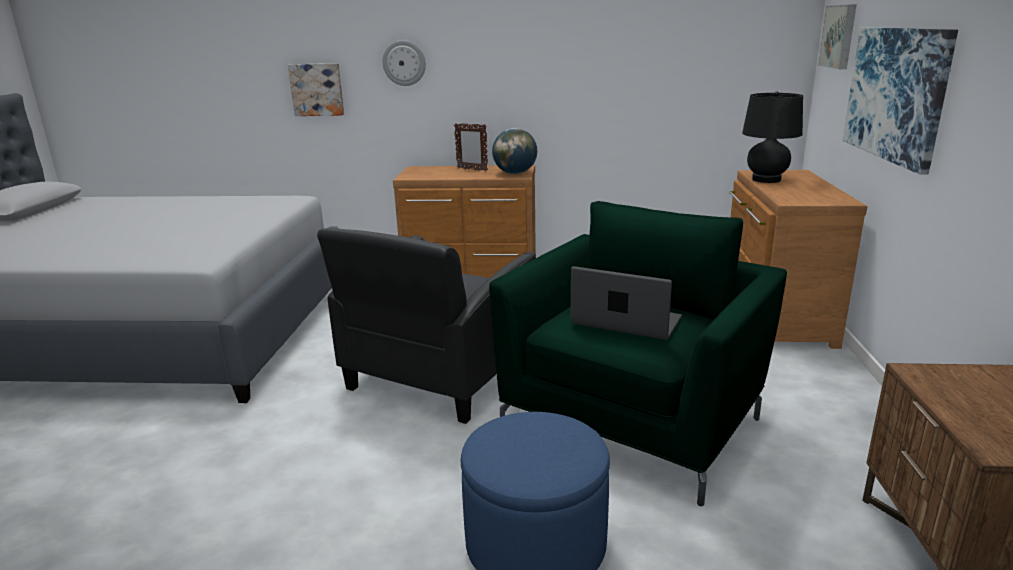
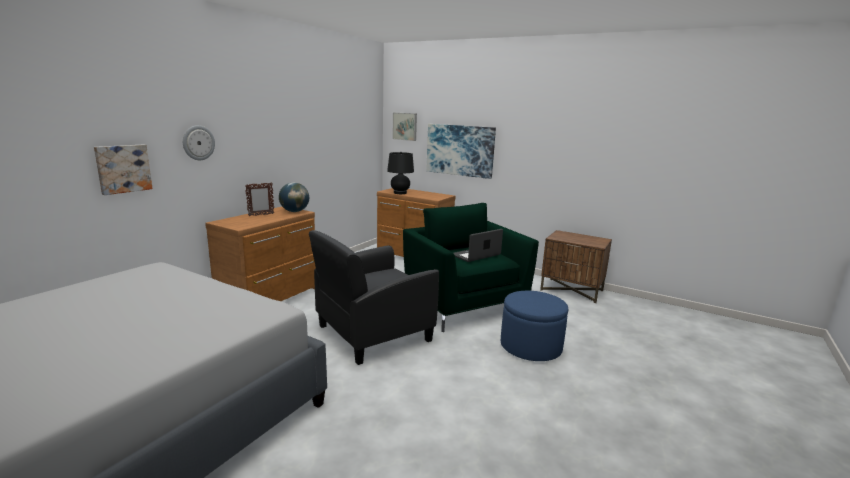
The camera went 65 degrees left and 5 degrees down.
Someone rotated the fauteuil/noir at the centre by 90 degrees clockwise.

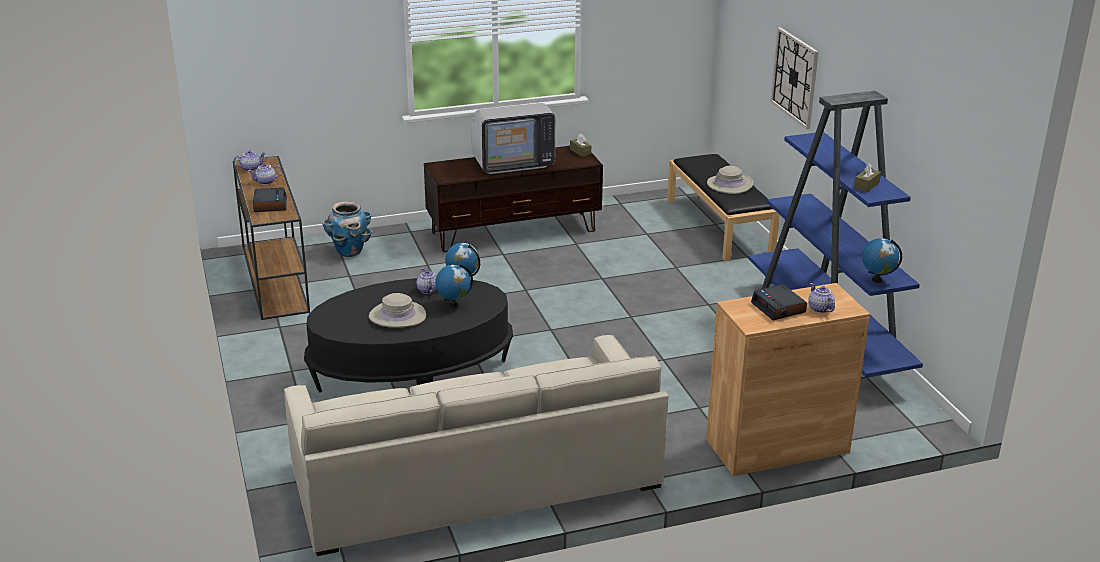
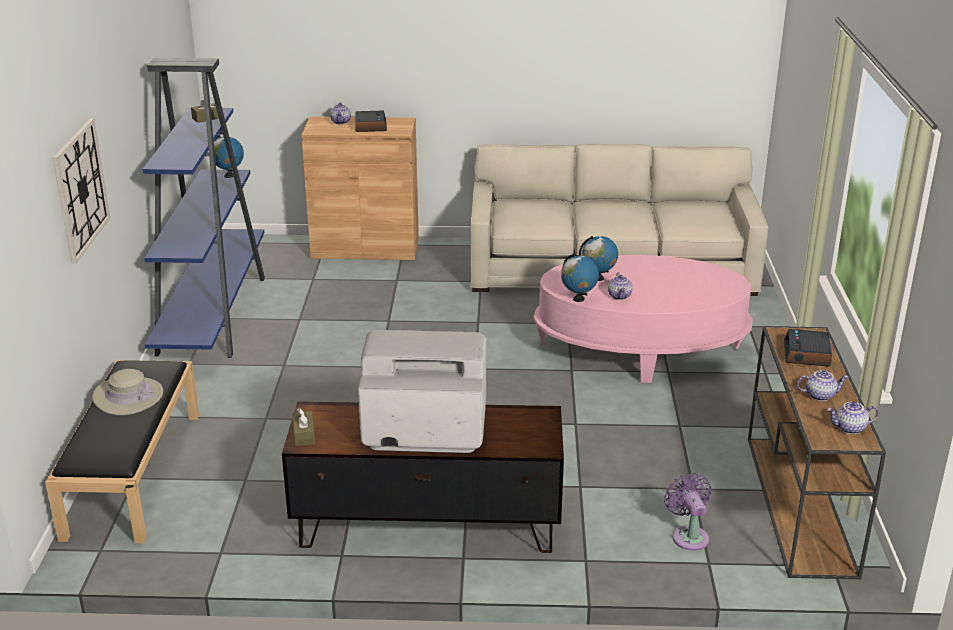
The camera went 160 degrees left and 0 degrees up.
Someone repainted the table basse/noir at the centre, which became the table basse/rose at the middle right.
Someone swapped the cache-pot at the middle left for the ventilateur/violet at the bottom right.
Someone took away the chapeau/beige (1st from left) at the centre.

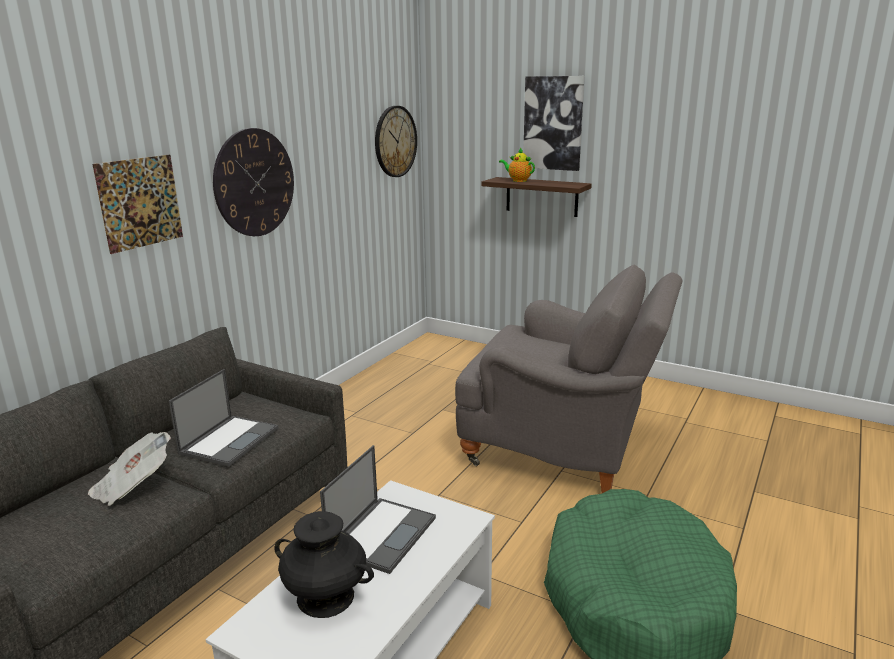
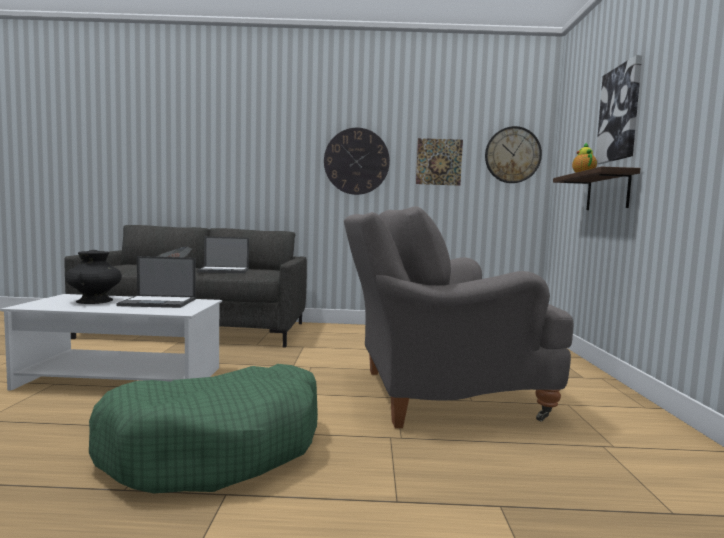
The camera went 60 degrees right and 15 degrees down.
Someone carried the tableau (1st from left) from the top left to the top centre.
Someone rotated the fauteuil/gris at the centre by 90 degrees clockwise.

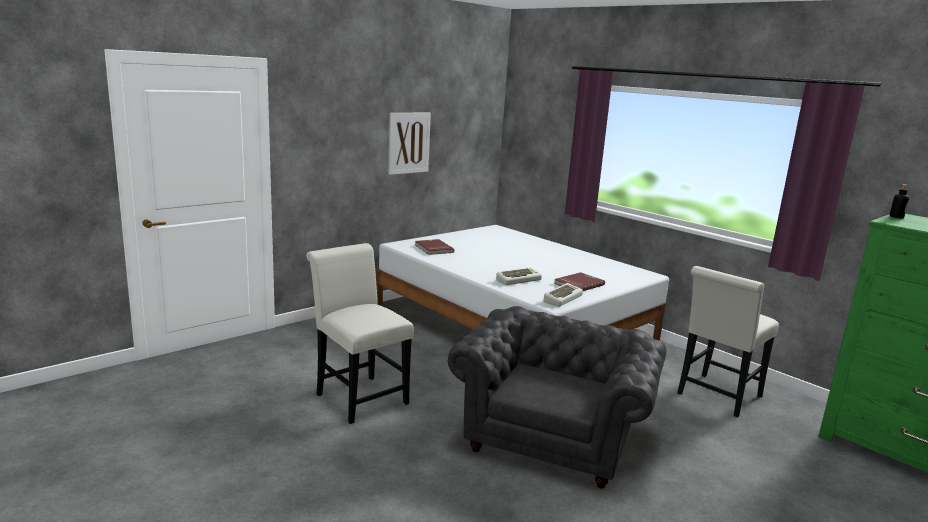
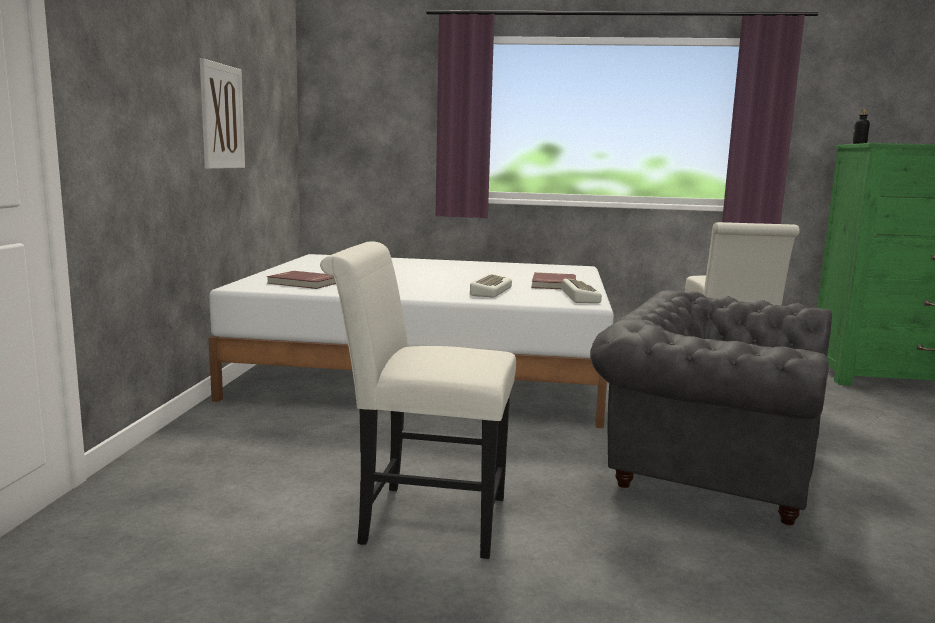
The camera went 40 degrees left and 5 degrees down.
Someone rotated the fauteuil/gris at the bottom centre by 45 degrees counterclockwise.

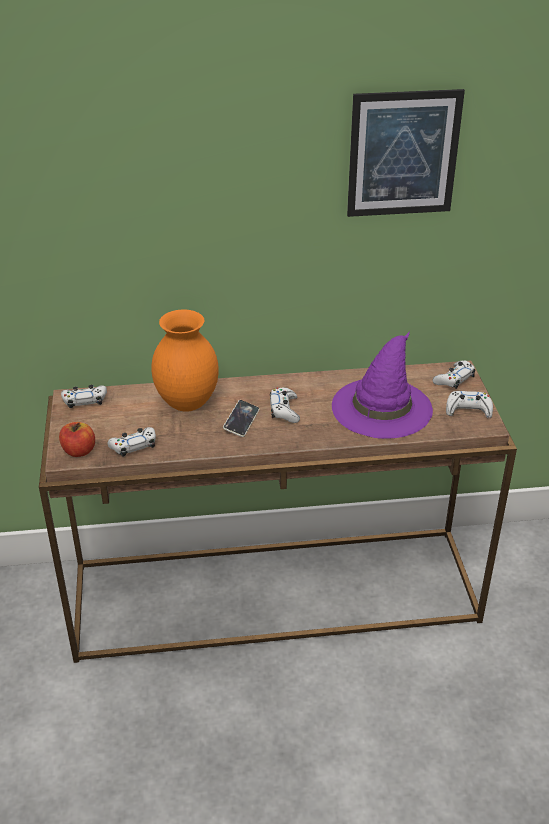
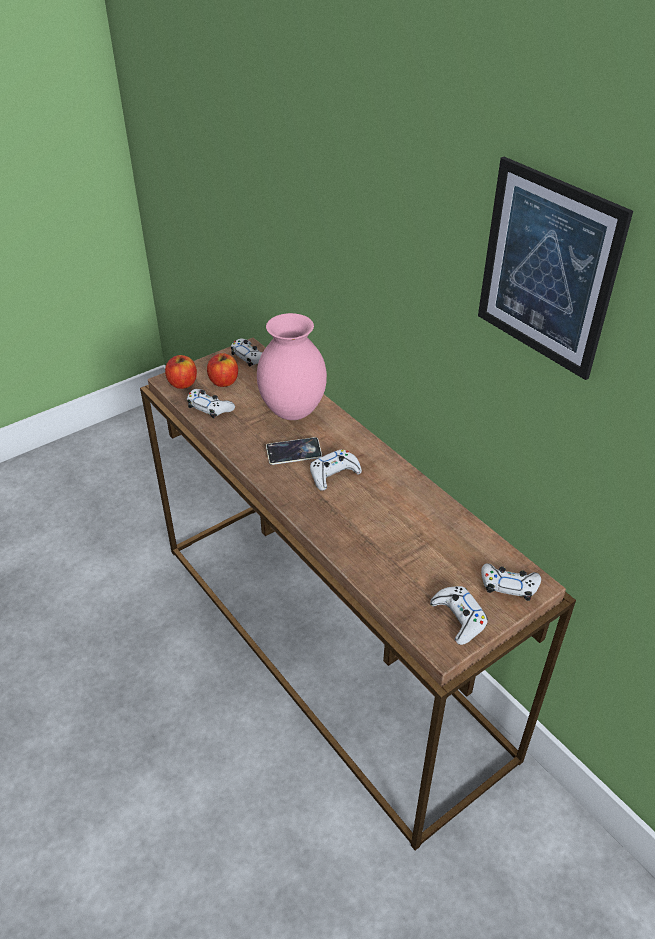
The camera went 60 degrees right and 5 degrees up.
Someone repainted the vase/orange at the centre, which became the vase/rose at the centre.
Someone took away the chapeau/violet at the middle right.
Someone put down the pomme (2nd from left) at the centre.

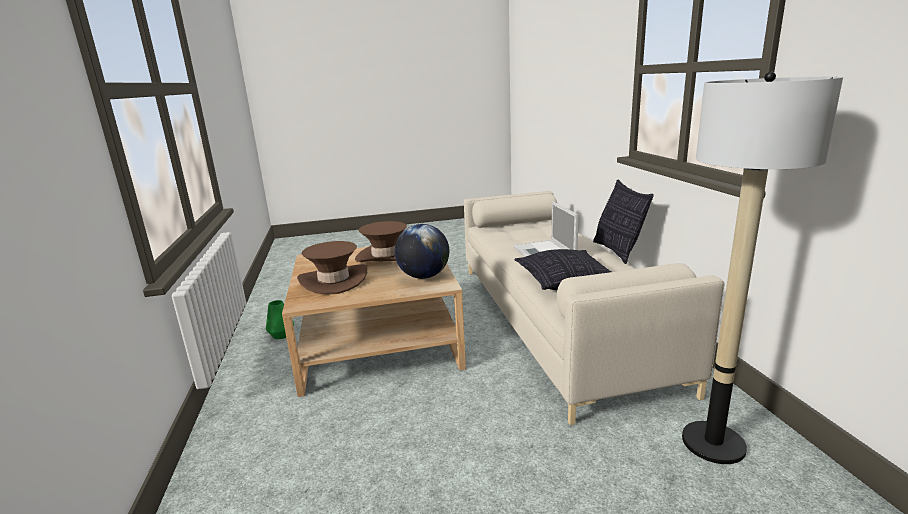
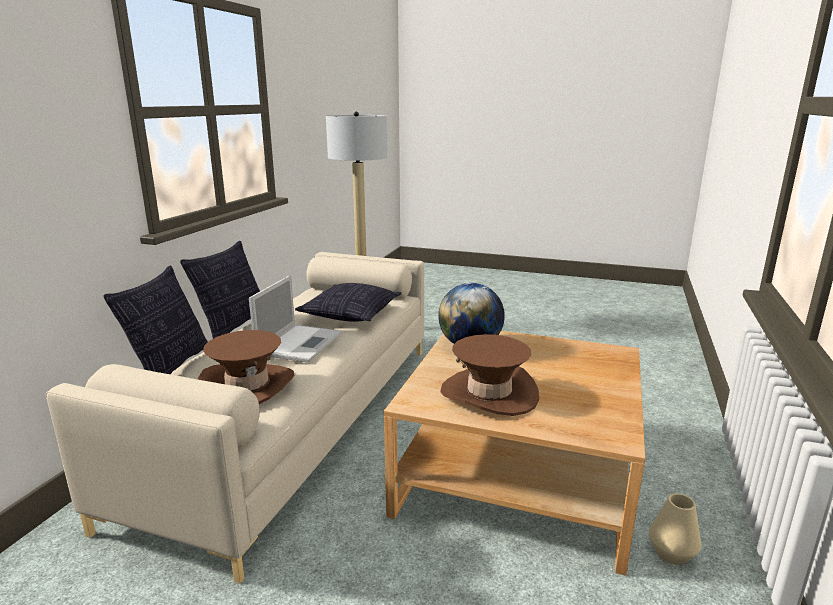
The camera went 150 degrees left and 0 degrees up.
Someone repainted the vase/vert at the middle left, which became the vase/beige at the bottom right.
Someone carried the chapeau/marron (1st from left) from the centre to the middle left.
Someone put down the coussin (1st from left) at the middle left.

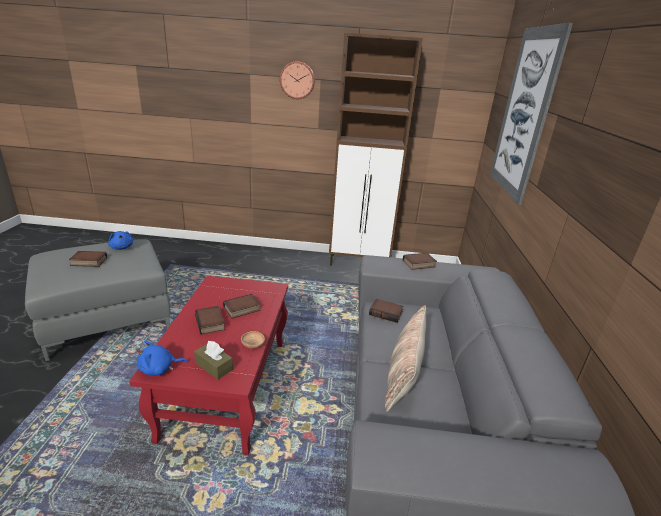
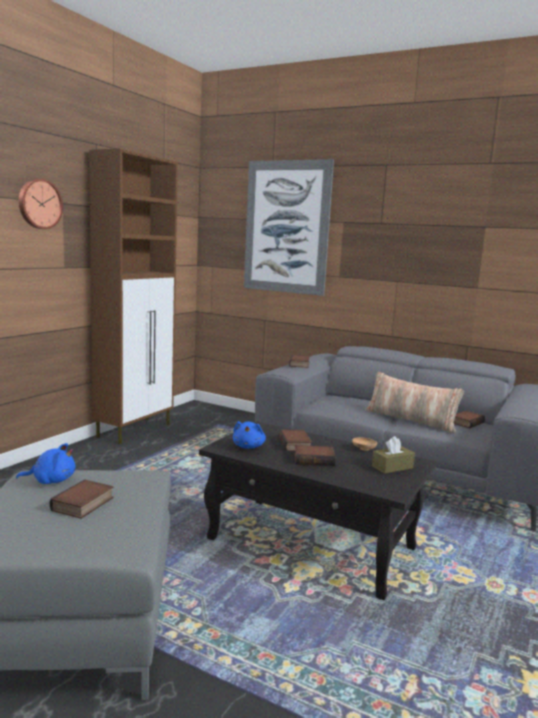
The camera went 65 degrees left and 15 degrees down.
Someone repainted the table basse/rouge at the bottom left, which became the table basse/noir at the bottom centre.
Someone carried the peluche/bleu (2nd from left) from the bottom left to the centre.
Someone carried the livre (4th from left in the first image) from the centre to the middle right.

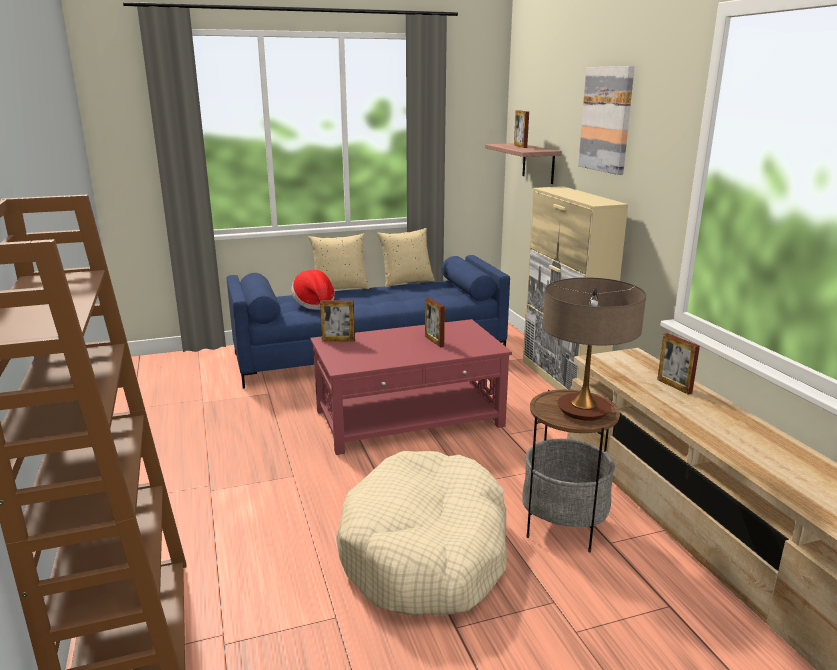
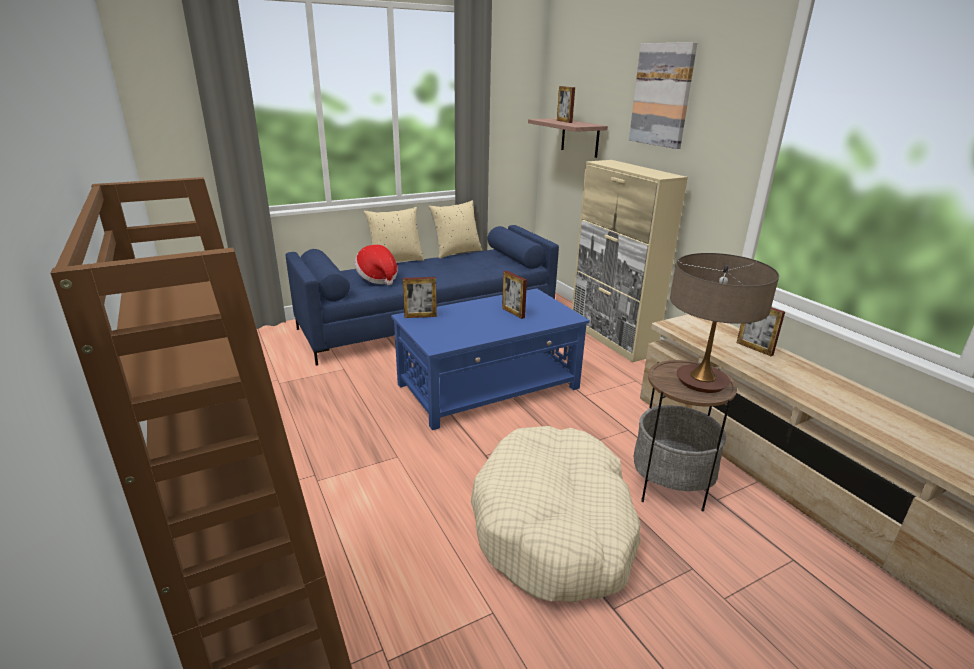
The camera went 10 degrees left and 5 degrees up.
Someone repainted the table basse/rouge at the centre, which became the table basse/bleu at the centre.

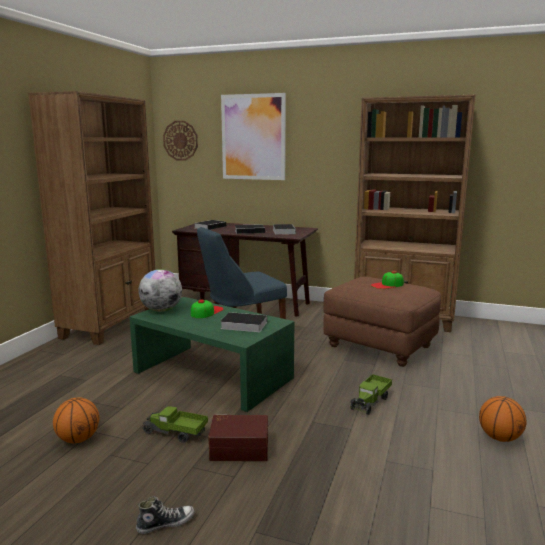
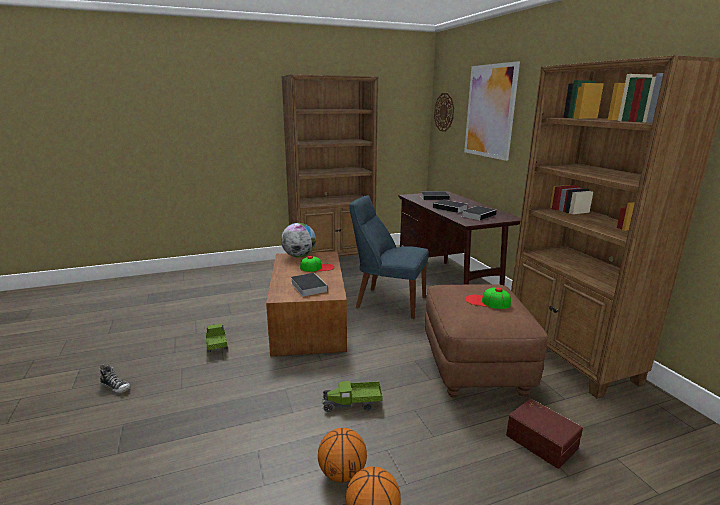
The camera went 50 degrees right and 5 degrees up.
Someone carried the ballon de basket (1st from left) from the bottom left to the bottom centre.
Someone repainted the table basse/vert at the centre, which became the table basse/marron at the centre.
Someone carried the boîte de rangement/marron from the bottom centre to the bottom right.

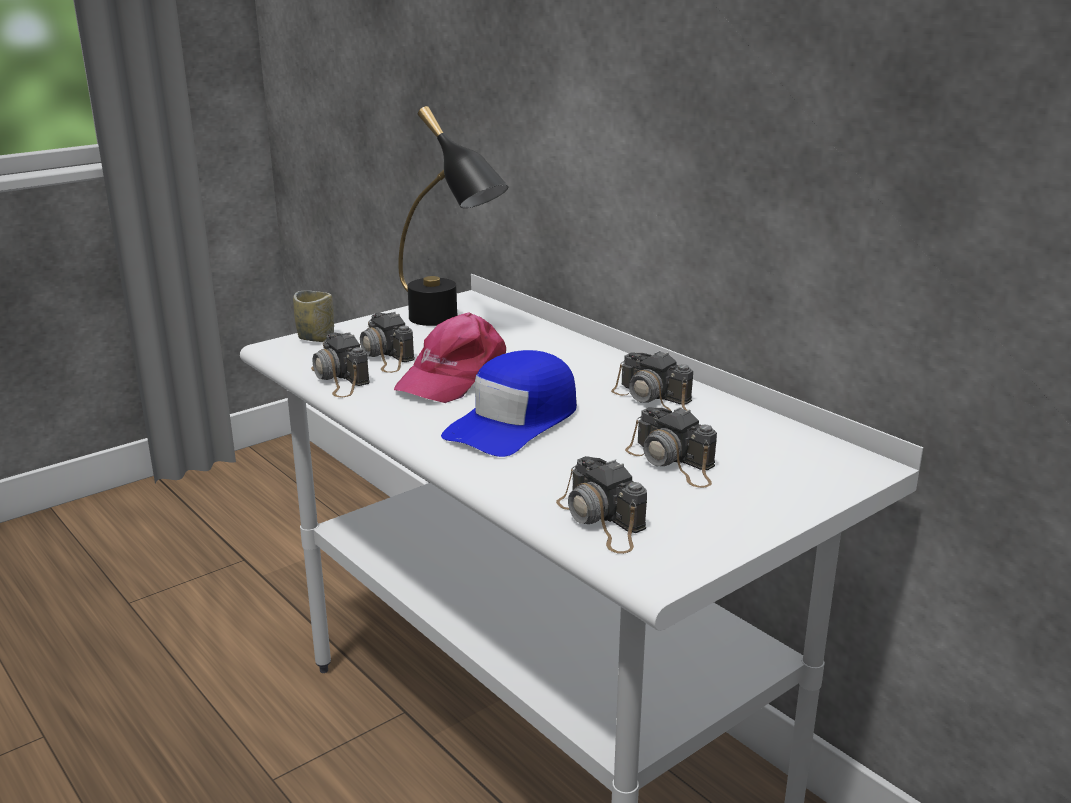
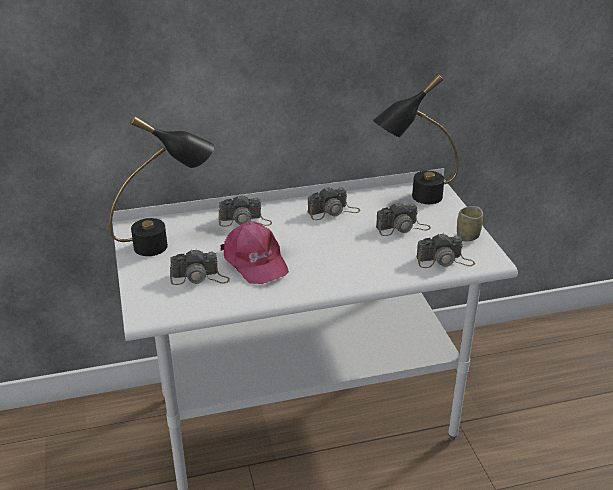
The camera went 65 degrees left and 10 degrees up.
Someone carried the tasse from the middle left to the middle right.
Someone carried the appareil photo (1st from left in the first image) from the middle left to the centre.
Someone took away the casquette/bleu at the centre.
Someone put down the lampe de table/noir (2nd from left) at the top right.

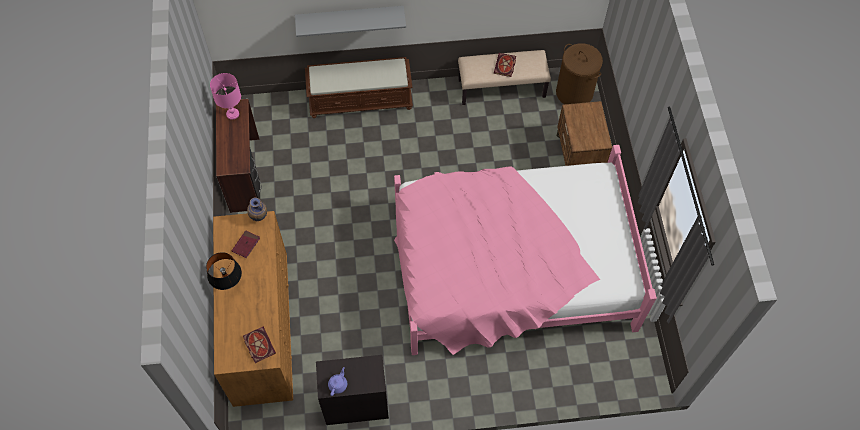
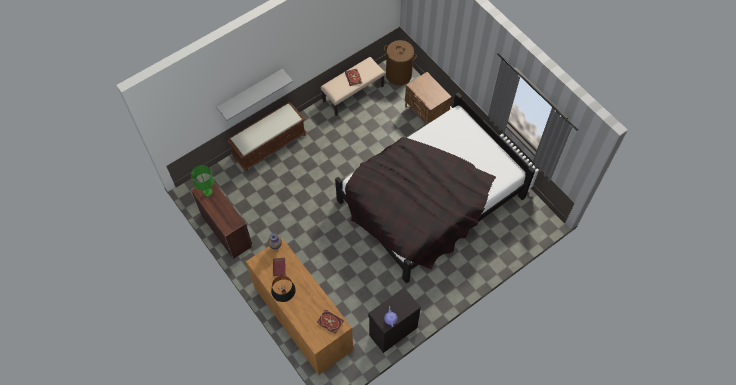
The camera went 30 degrees left and 0 degrees up.
Someone repainted the lampe de table/rose at the top left, which became the lampe de table/vert at the middle left.
Someone repainted the lit/rose at the centre, which became the lit/noir at the centre.

